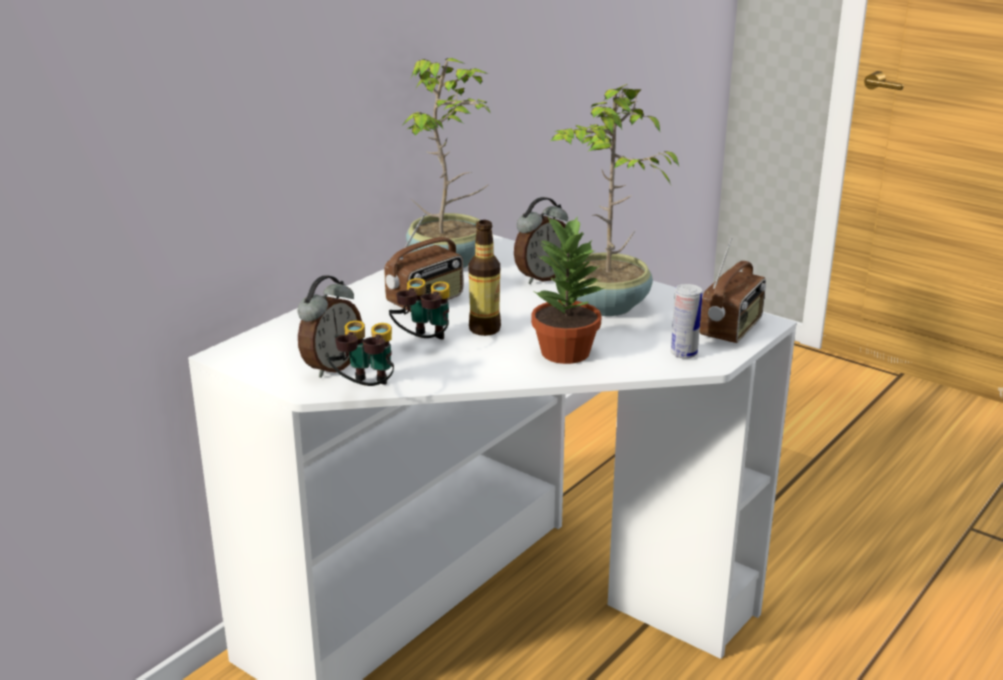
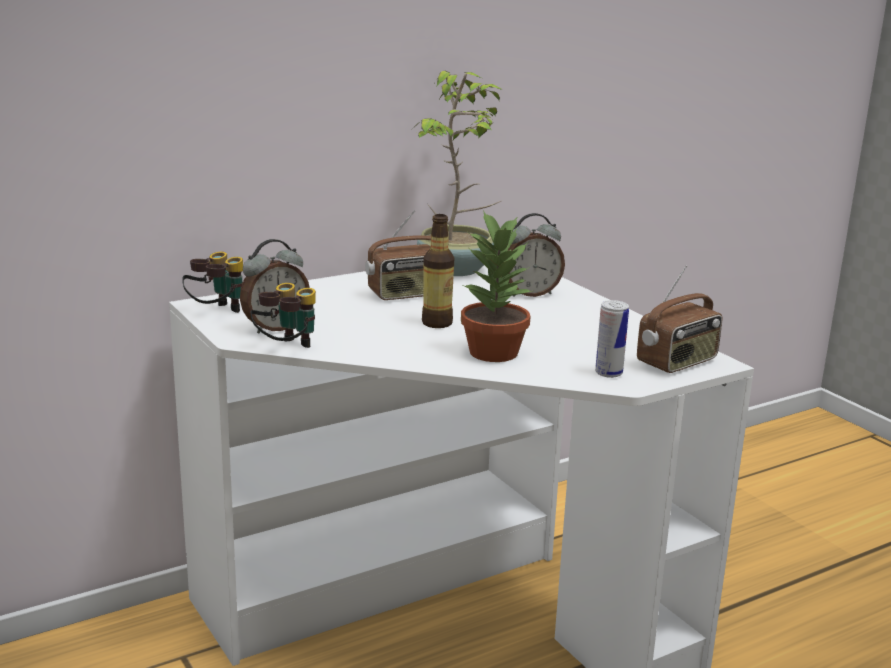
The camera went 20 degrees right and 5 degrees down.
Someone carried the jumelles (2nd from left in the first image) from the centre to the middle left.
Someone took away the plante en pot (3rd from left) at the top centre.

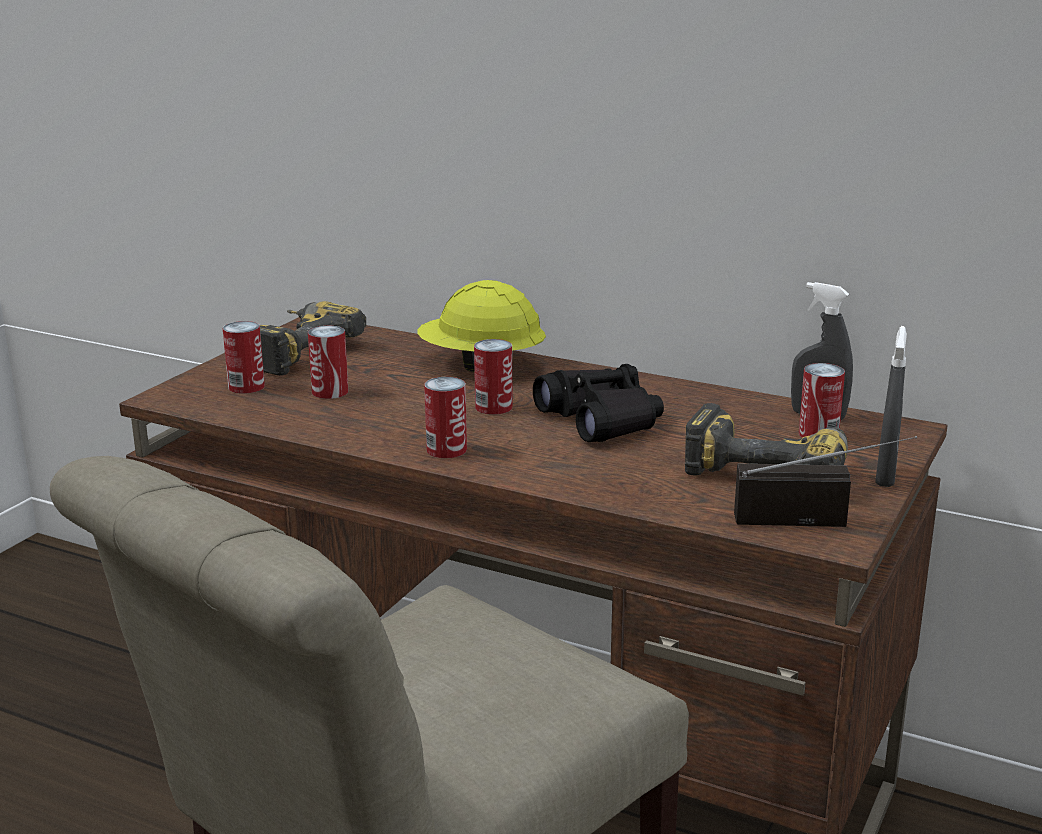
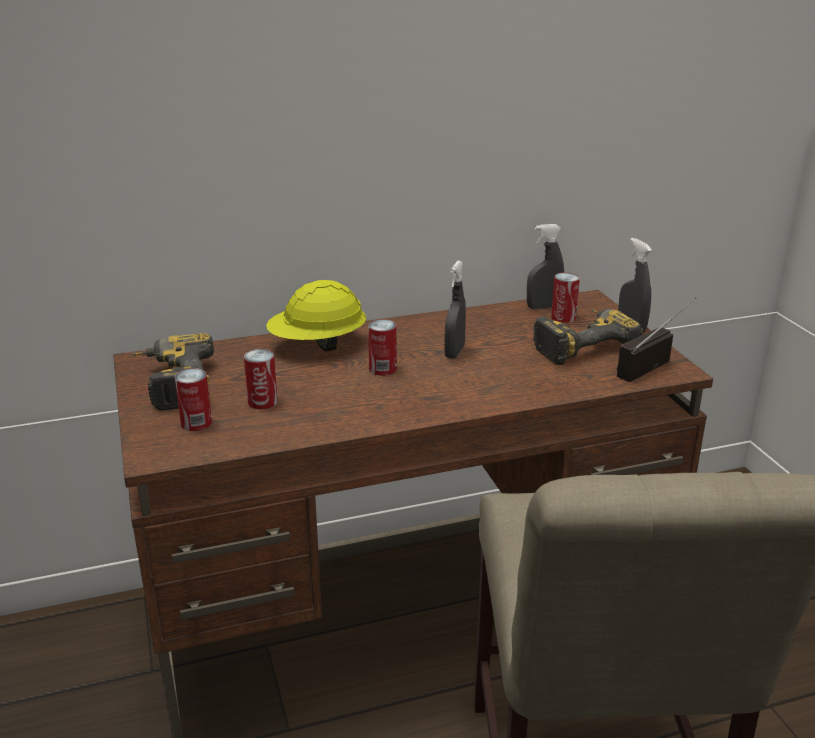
The camera went 45 degrees left and 5 degrees up.
Someone took away the boîte métallique (3rd from left) at the centre.
Someone swapped the jumelles/noir at the centre for the vaporisateur/gris (1st from left) at the centre.

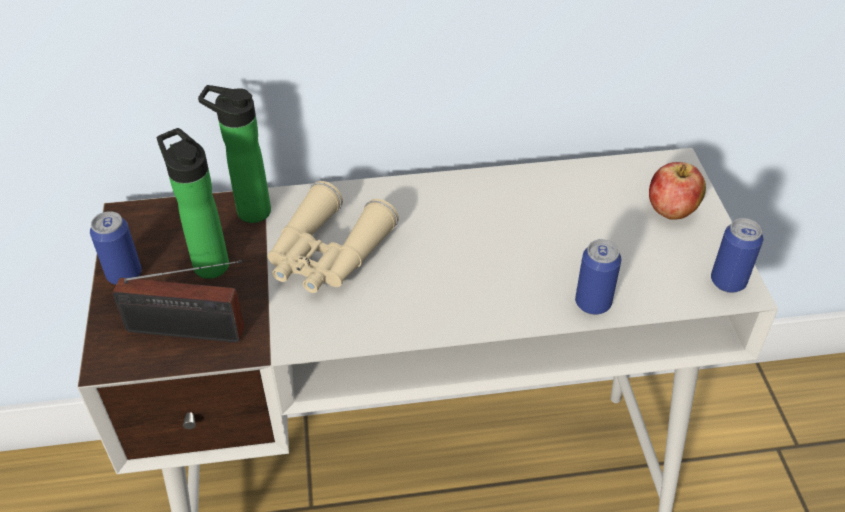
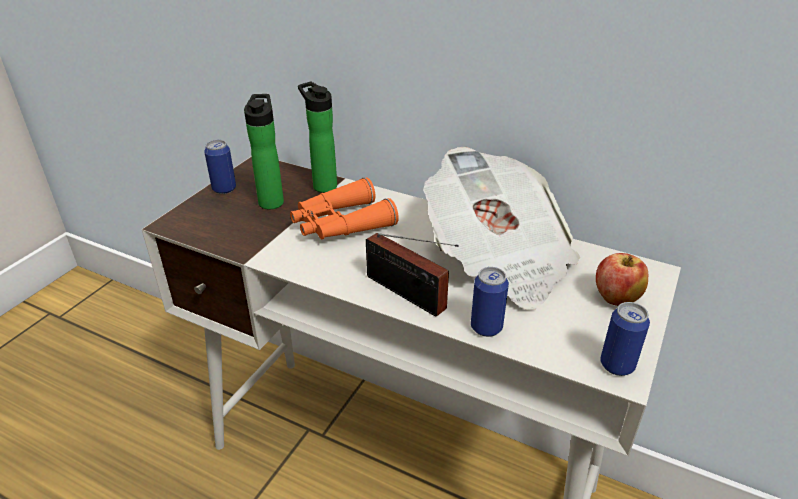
The camera went 35 degrees right and 10 degrees down.
Someone carried the radio from the middle left to the centre.
Someone repainted the jumelles/beige at the centre, which became the jumelles/orange at the centre.
Someone put down the journal at the centre.

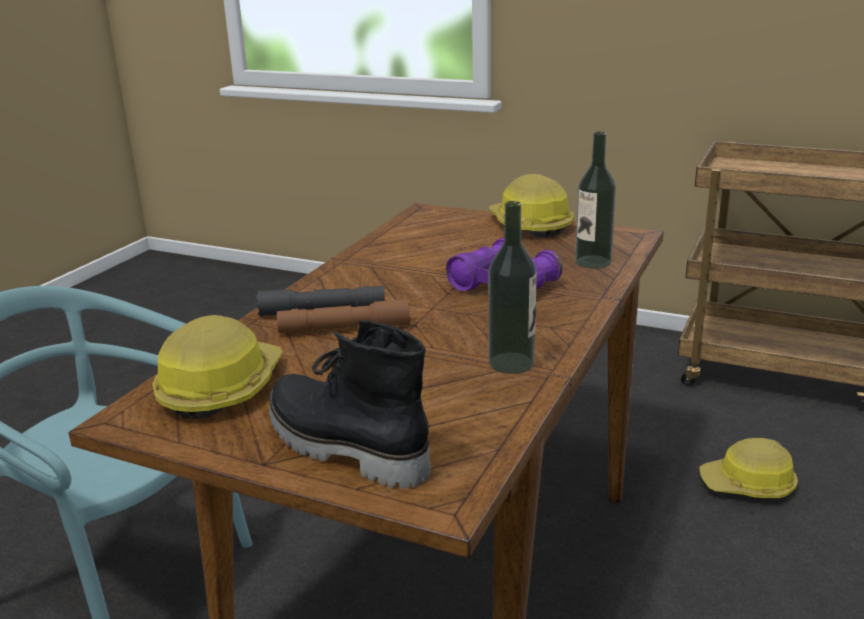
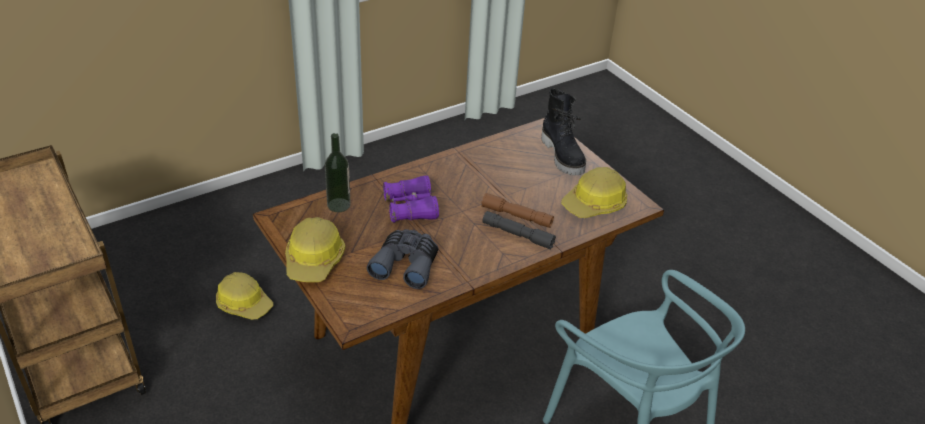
The camera went 150 degrees left and 15 degrees up.
Someone took away the bouteille (1st from left) at the centre.
Someone put down the jumelles/gris at the centre.

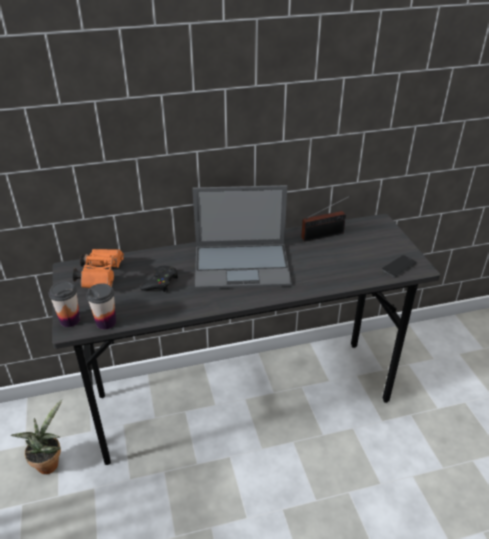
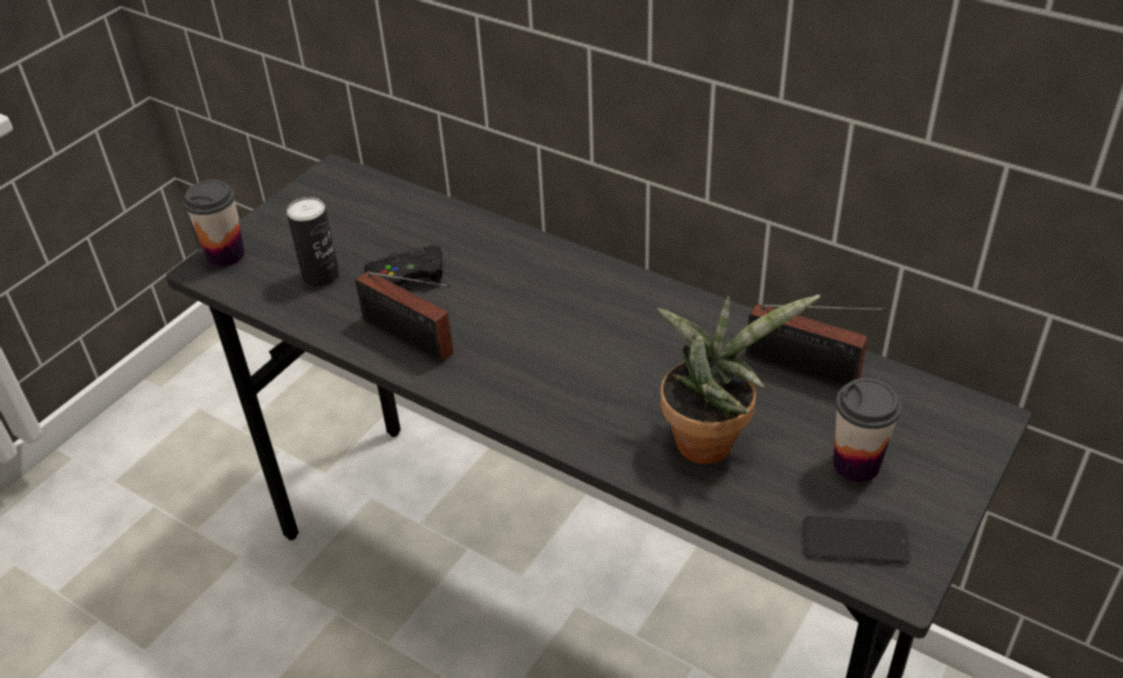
The camera went 50 degrees right and 5 degrees up.
Someone carried the plante en pot from the bottom left to the centre.
Someone took away the jumelles/orange at the middle left.
Someone carried the tasse (2nd from left) from the middle left to the middle right.
Someone took away the ordinateur portable at the centre.
Someone put down the boîte métallique at the middle left.
Someone put down the radio (1st from left) at the centre.

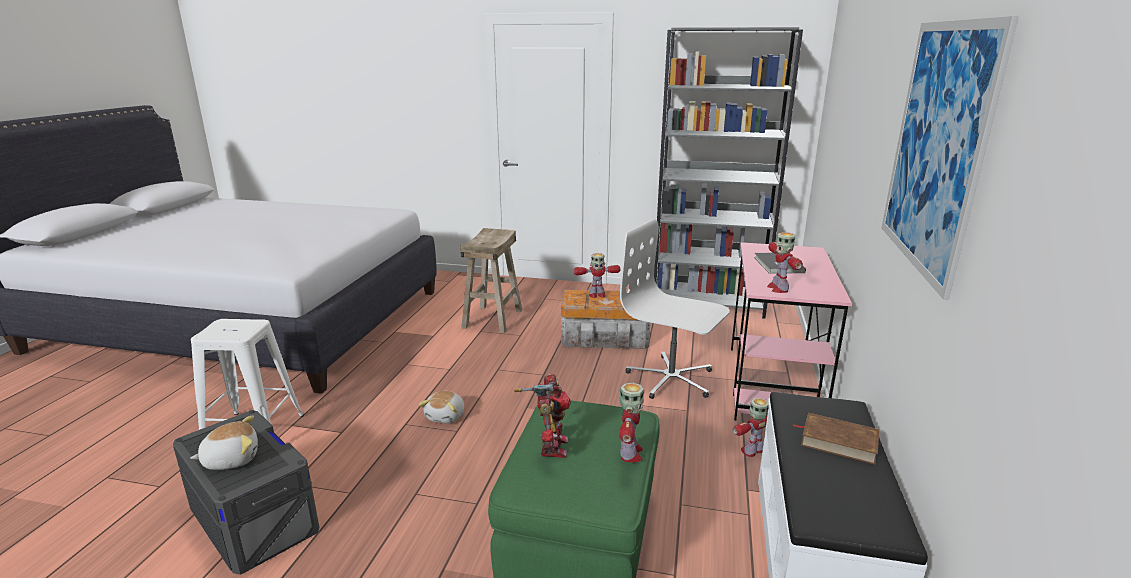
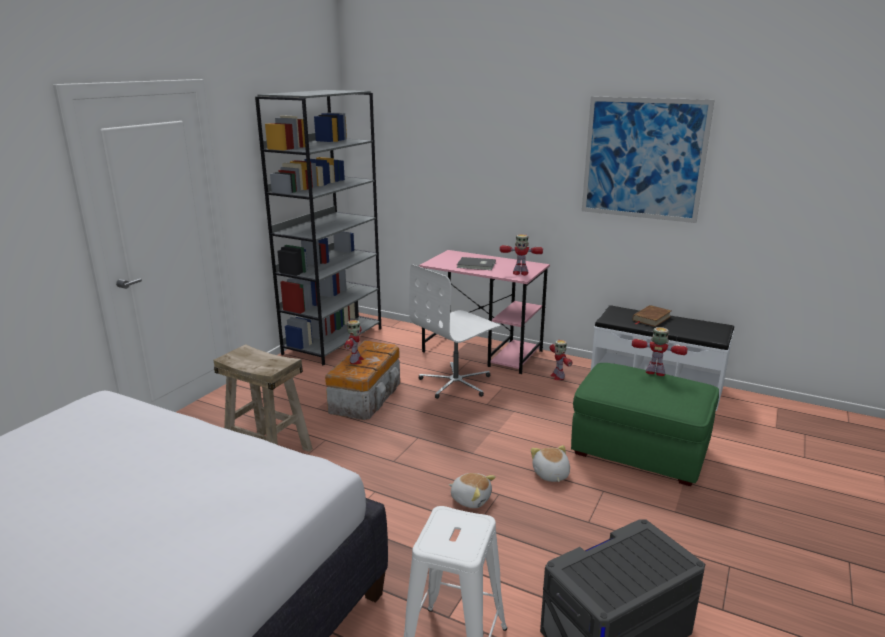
The camera went 75 degrees left and 0 degrees up.
Someone carried the peluche (1st from left in the first image) from the bottom left to the bottom centre.
Someone took away the robot jouet (1st from left) at the bottom centre.

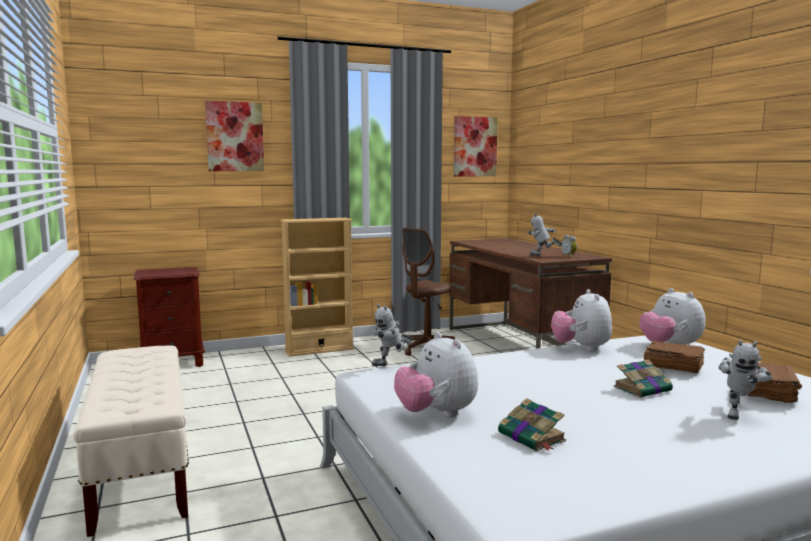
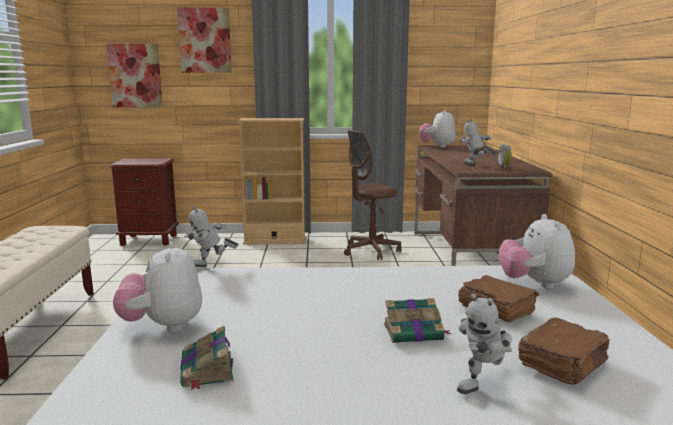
The camera went 20 degrees right and 5 degrees up.
Someone carried the tableau (2nd from left in the first image) from the top centre to the top left.
Someone carried the peluche (2nd from left) from the middle right to the top centre.

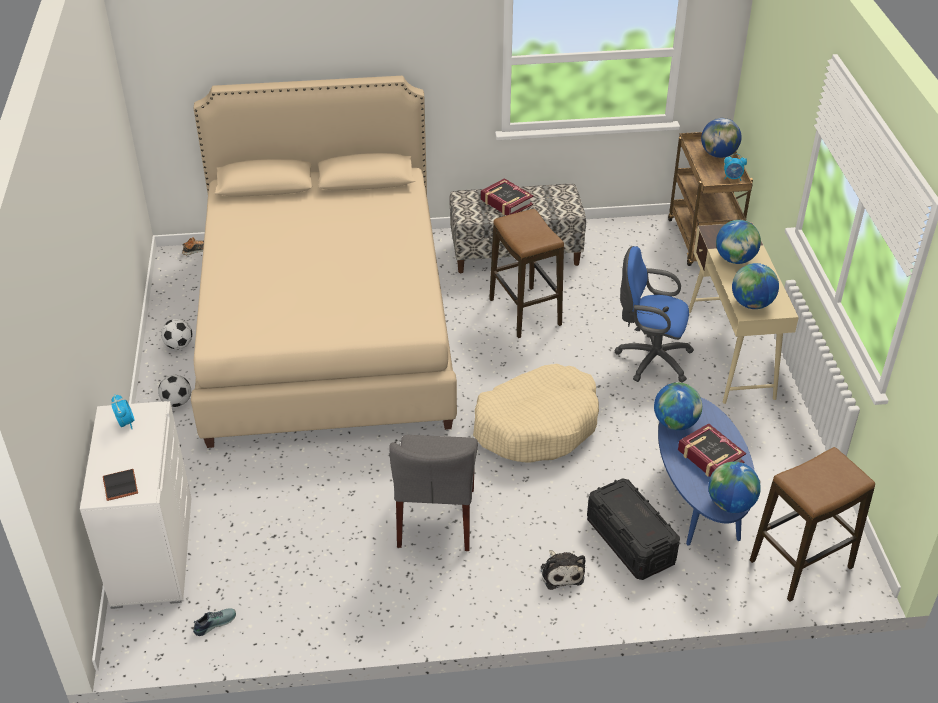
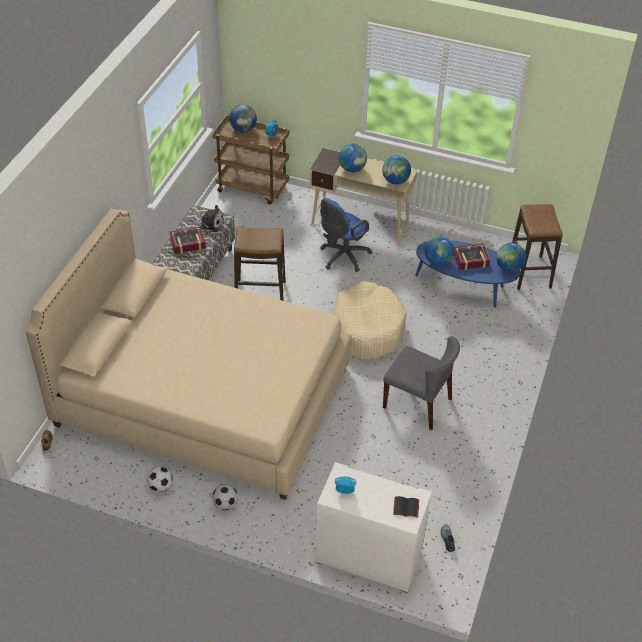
The camera went 65 degrees left and 5 degrees up.
Someone carried the peluche from the bottom centre to the middle left.
Someone took away the boîte de rangement/noir at the bottom right.

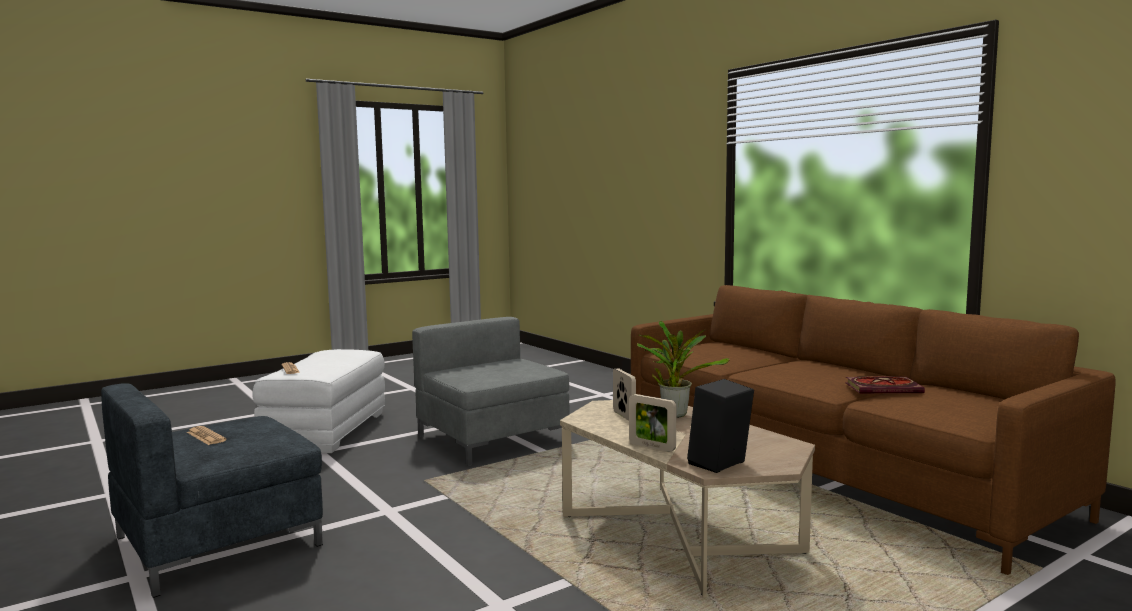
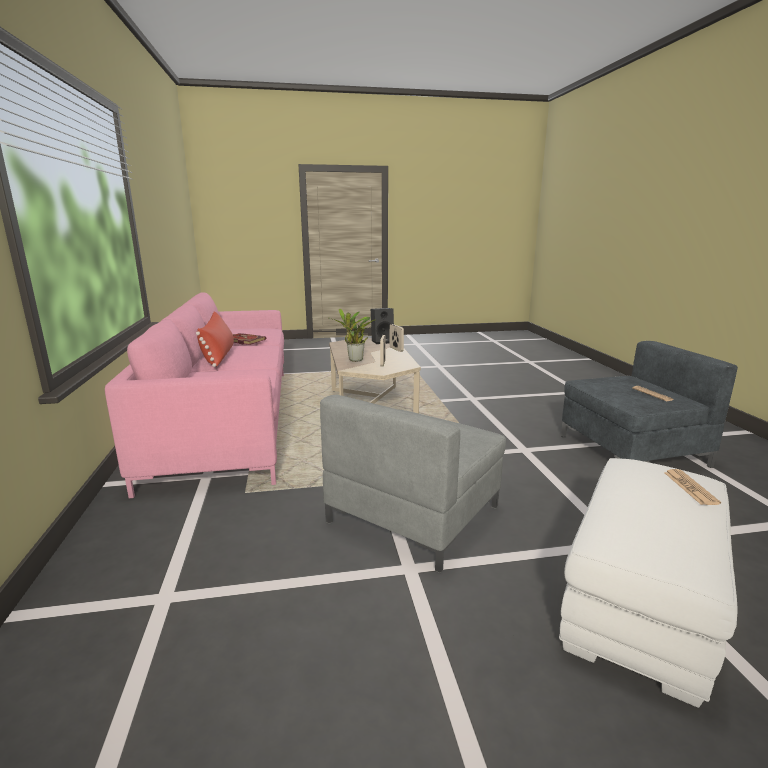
The camera went 155 degrees left and 10 degrees up.
Someone rotated the fauteuil/gris (2nd from left in the first image) at the centre by 45 degrees clockwise.
Someone repainted the canapé/marron at the bottom right, which became the canapé/rose at the middle left.
Someone put down the coussin/rouge at the middle left.

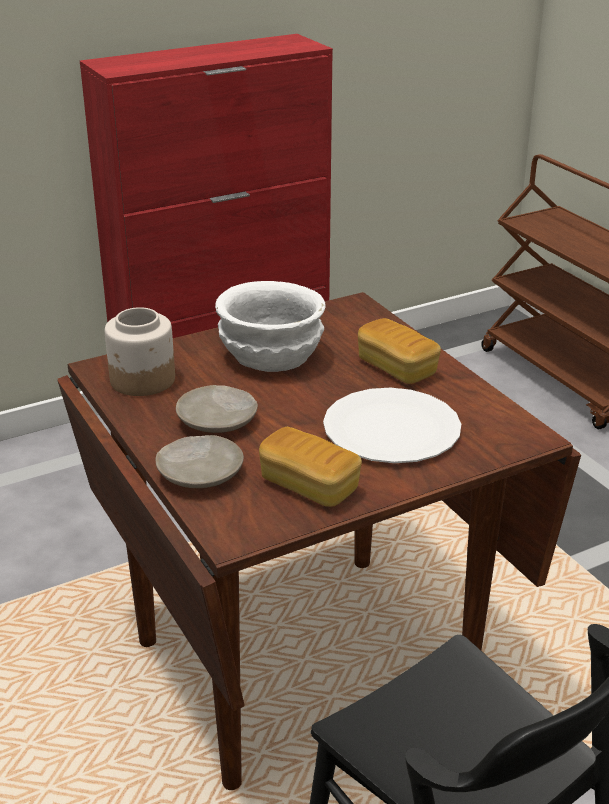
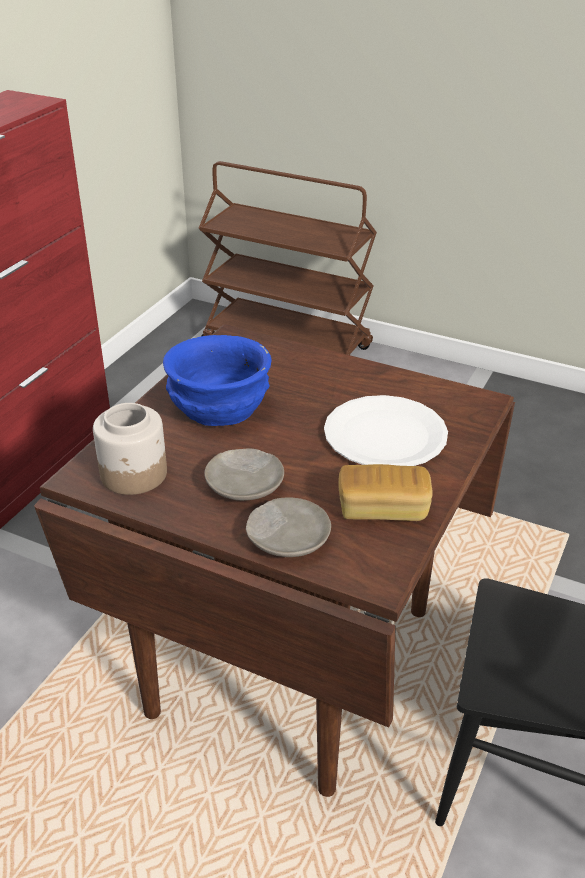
The camera went 35 degrees left and 5 degrees up.
Someone repainted the bol/blanc at the centre, which became the bol/bleu at the centre.
Someone took away the pain (2nd from left) at the centre.

